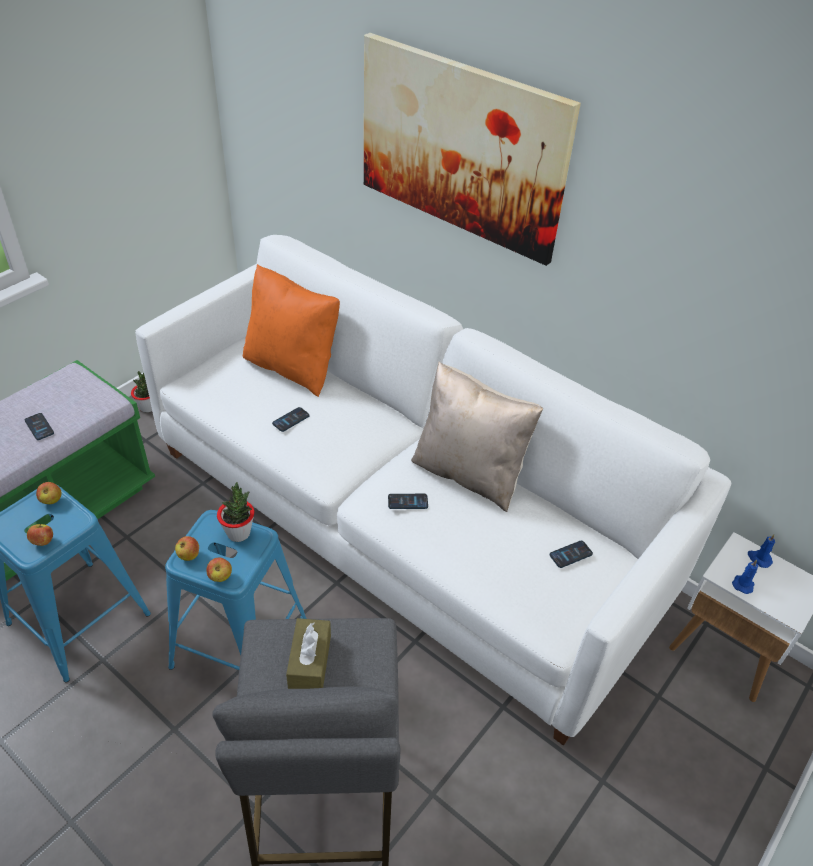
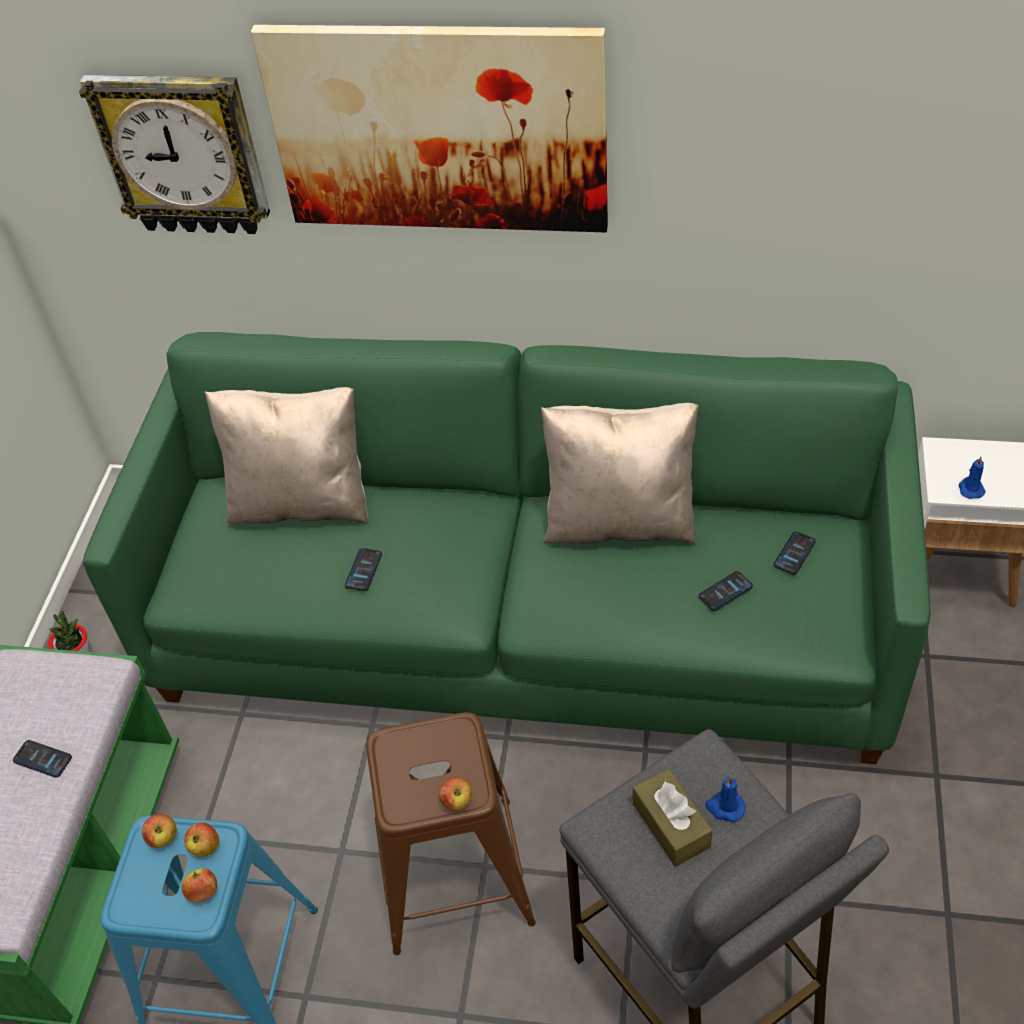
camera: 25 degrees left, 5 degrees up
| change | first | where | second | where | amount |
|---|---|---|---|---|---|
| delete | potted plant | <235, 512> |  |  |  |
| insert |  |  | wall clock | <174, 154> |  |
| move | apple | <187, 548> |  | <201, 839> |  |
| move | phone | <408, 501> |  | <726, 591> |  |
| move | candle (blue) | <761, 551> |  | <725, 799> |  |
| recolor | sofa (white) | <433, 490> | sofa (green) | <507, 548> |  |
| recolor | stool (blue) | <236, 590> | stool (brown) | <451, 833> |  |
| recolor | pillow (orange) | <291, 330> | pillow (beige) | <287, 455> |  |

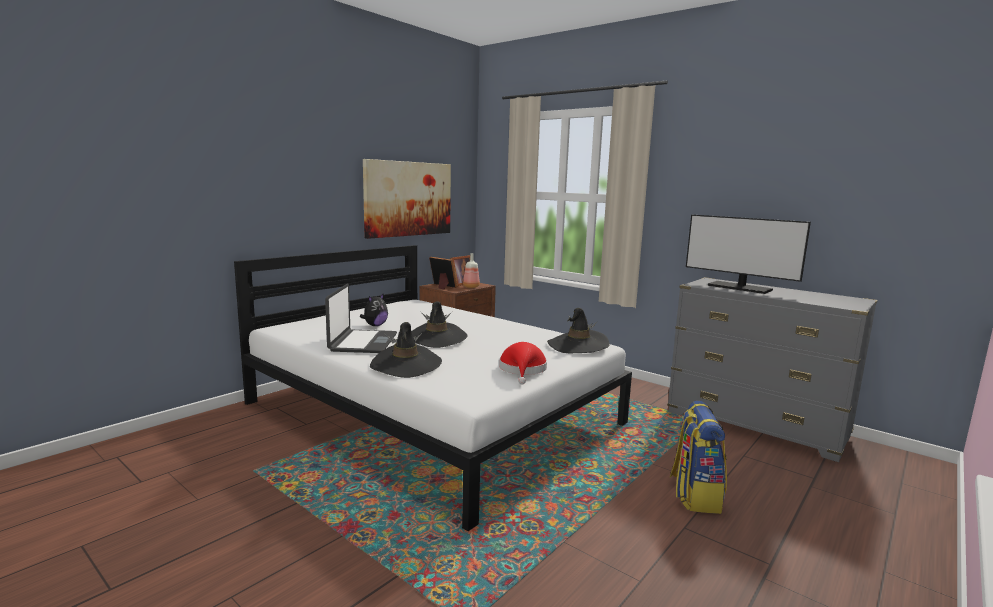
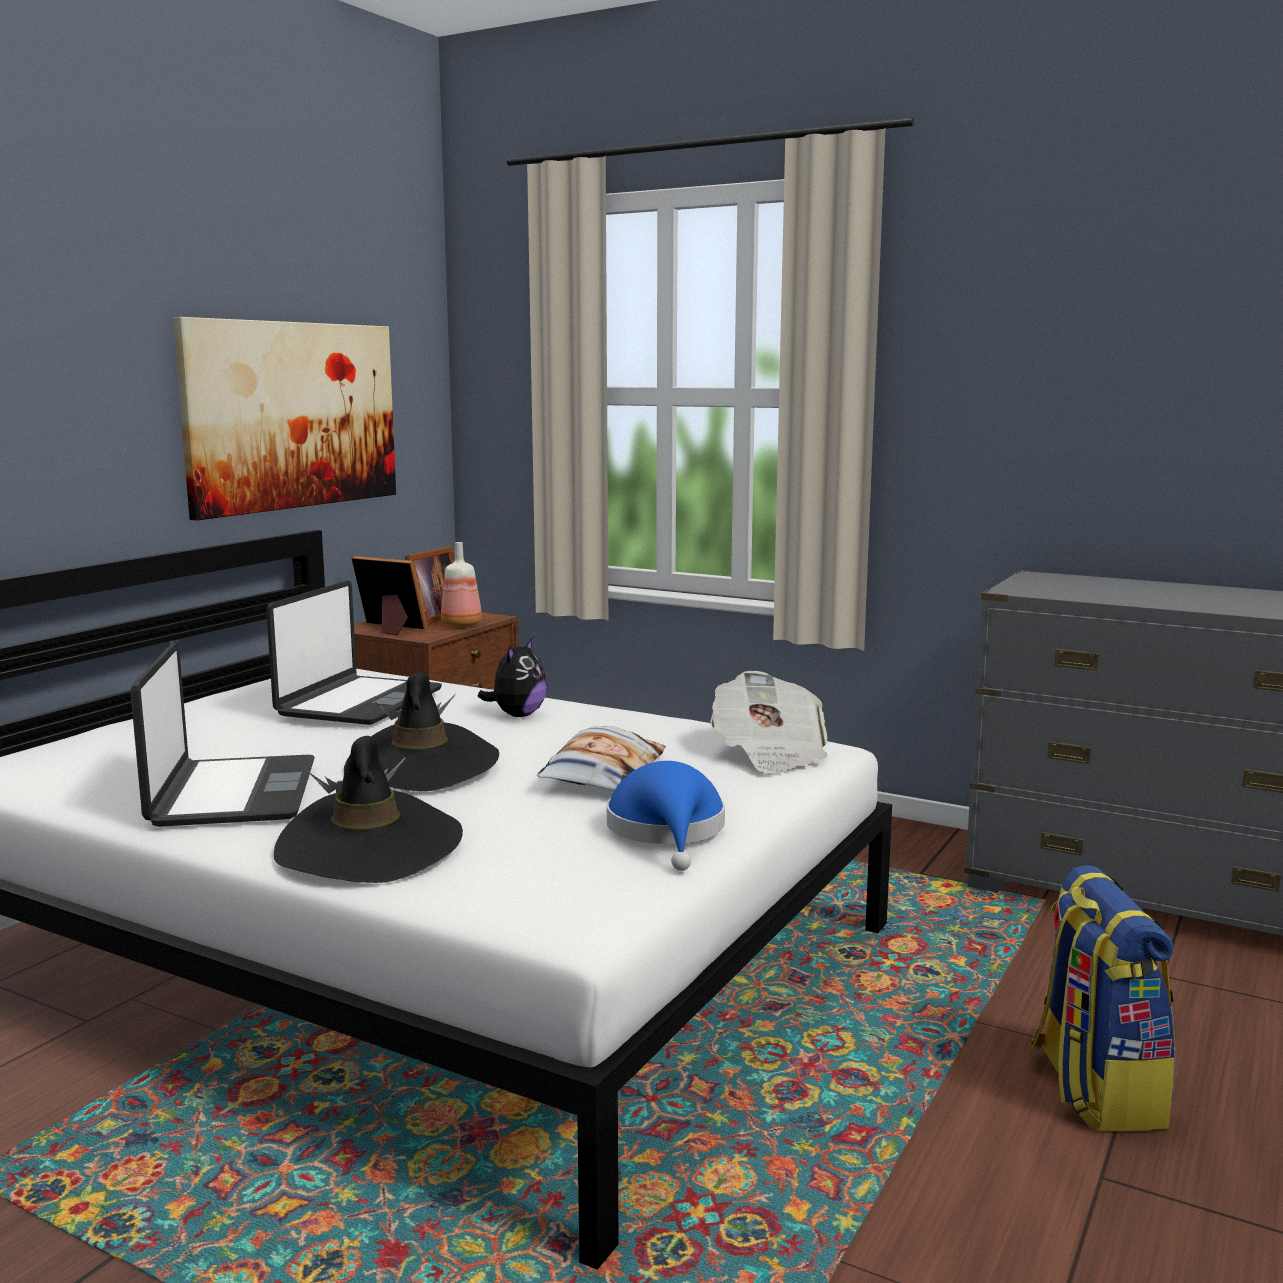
camera: 10 degrees left, 0 degrees up
| change | first | where | second | where | amount |
|---|---|---|---|---|---|
| delete | monitor | <748, 254> |  |  |  |
| insert |  |  | laptop | <354, 652> |  |
| insert |  |  | pillow | <601, 758> |  |
| move | plush toy | <374, 310> |  | <512, 677> |  |
| replace | hat (black) | <578, 330> | newspaper | <769, 722> |  |
| recolor | hat (red) | <523, 363> | hat (blue) | <666, 816> |  |

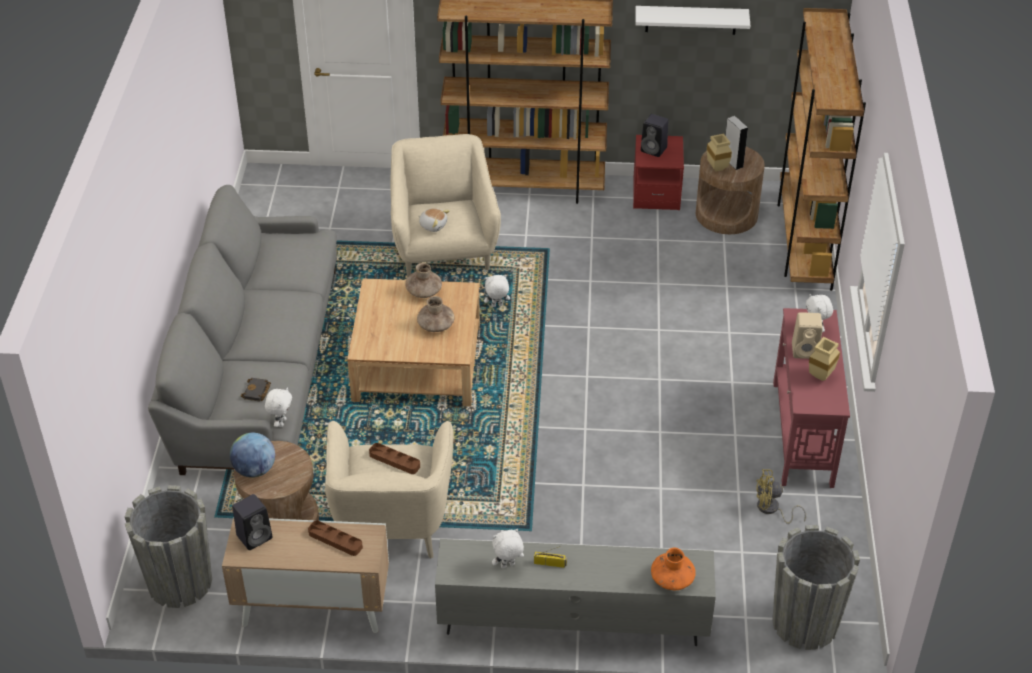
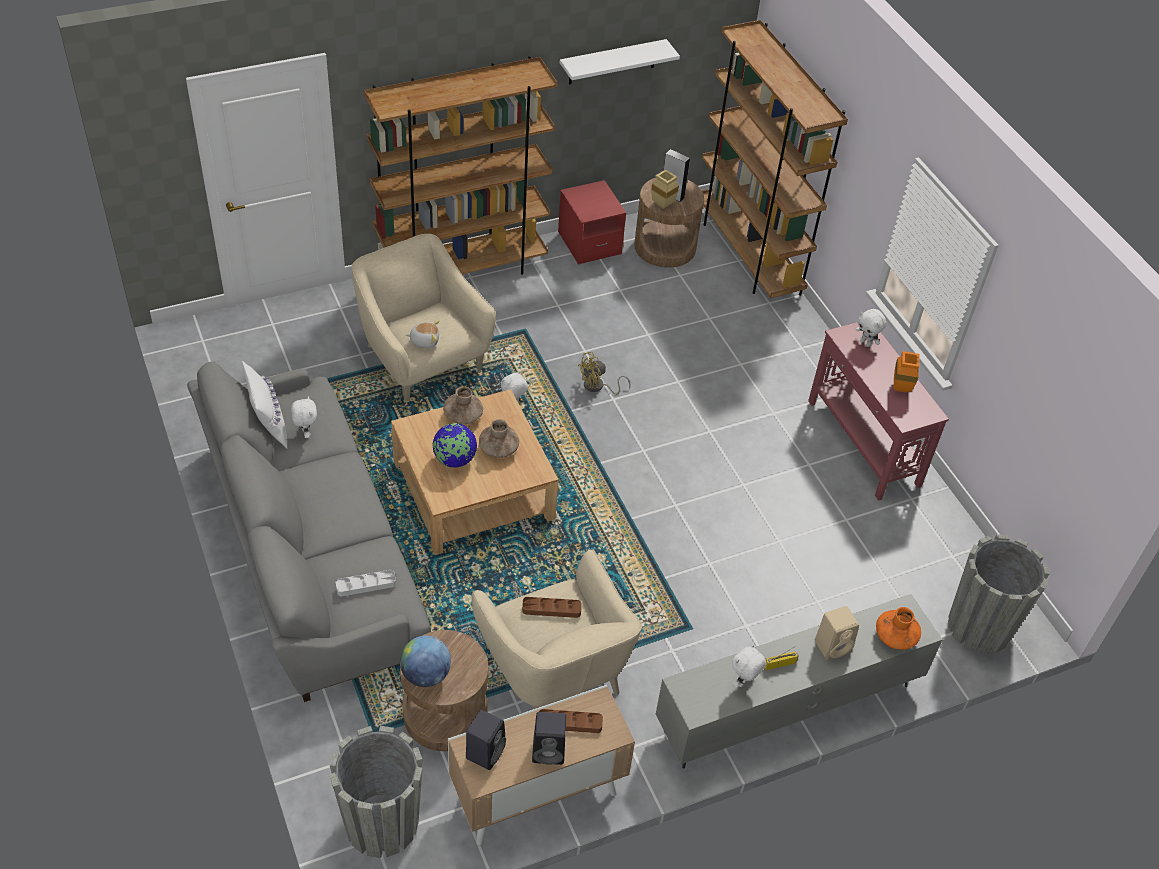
camera: 30 degrees left, 5 degrees up
| change | first | where | second | where | amount |
|---|---|---|---|---|---|
| insert |  |  | pillow (white) | <264, 404> |  |
| insert |  |  | globe | <455, 445> |  |
| move | plush toy (white) | <278, 407> |  | <304, 417> |  |
| move | speaker (black) | <655, 135> |  | <549, 738> |  |
| move | fan (yellow) | <781, 496> |  | <604, 373> |  |
| move | speaker (beige) | <807, 335> |  | <837, 633> |  |
| replace | book (black) | <256, 390> | tray (grey) | <366, 583> |  |
| recolor | vase (beige) | <824, 359> | vase (orange) | <906, 371> |  |

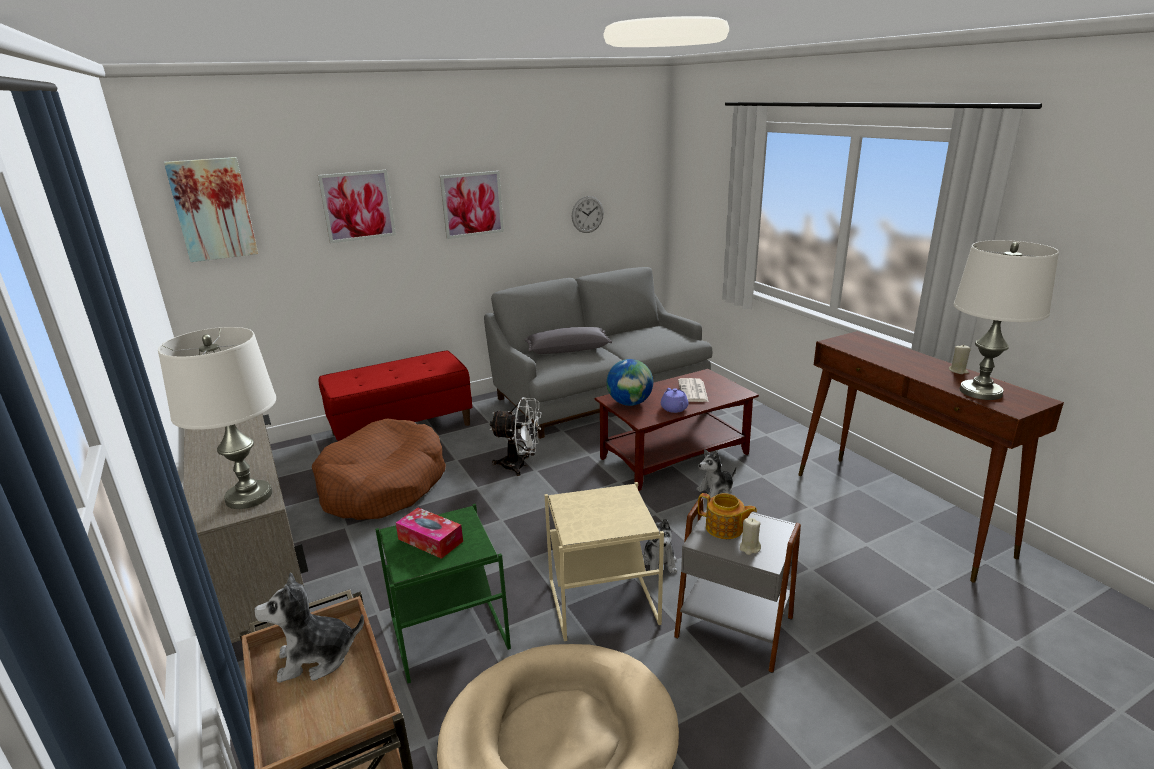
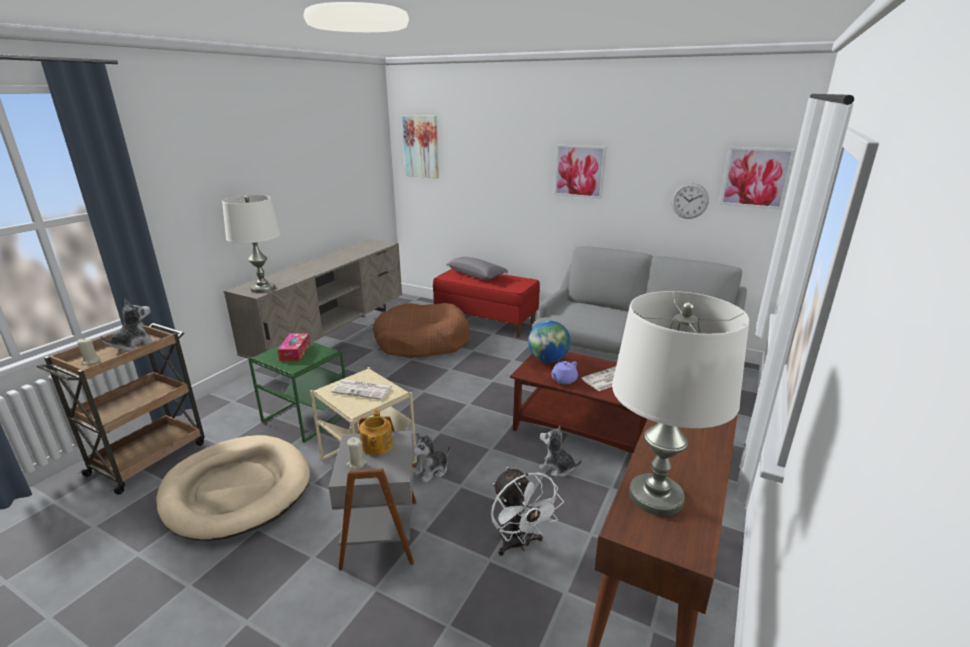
camera: 55 degrees right, 0 degrees up
| change | first | where | second | where | amount |
|---|---|---|---|---|---|
| insert |  |  | newspaper | <361, 389> |  |
| move | picture | <357, 206> |  | <758, 178> |  |
| move | fan (white) | <515, 436> |  | <527, 511> |  |
| move | pillow (grey) | <568, 340> |  | <477, 268> |  |
| move | candle (beige) | <960, 359> |  | <89, 351> |  |
| rotate | plush toy | <309, 627> |  | <128, 325> | 90 degrees clockwise |

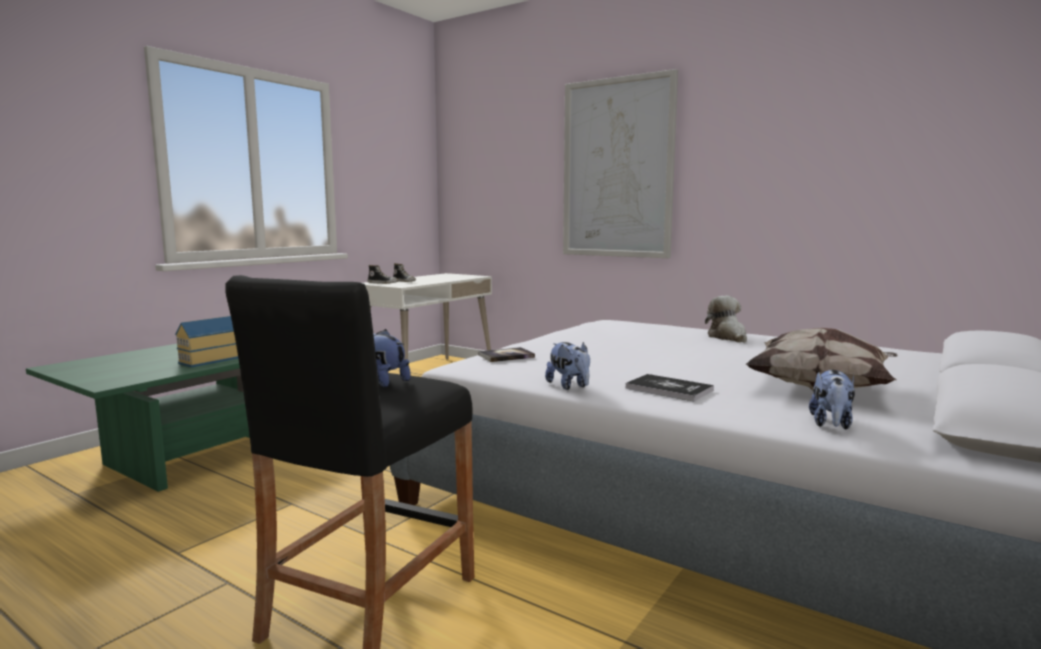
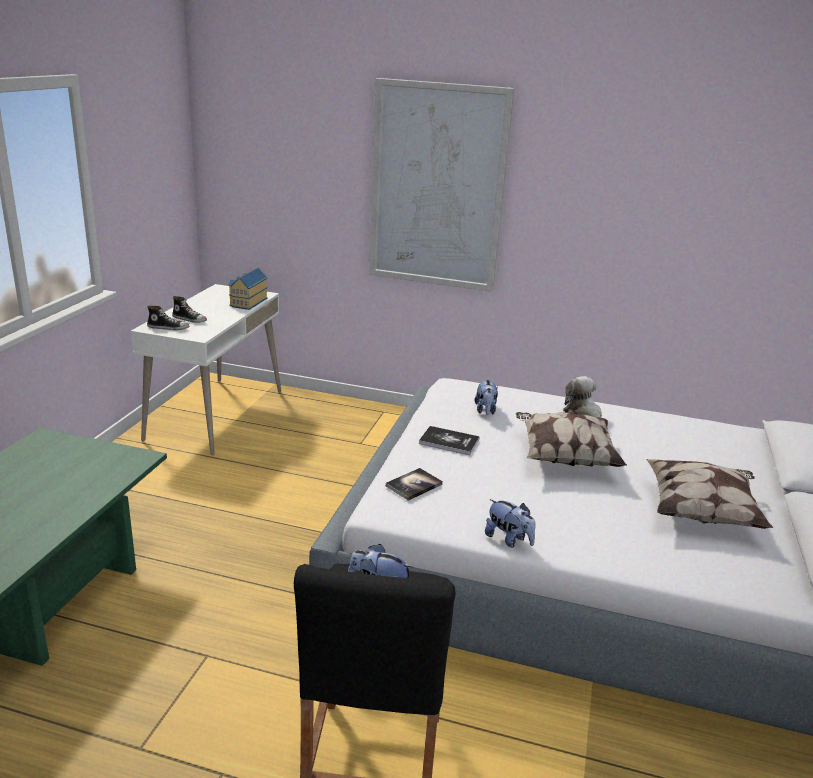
camera: 20 degrees left, 15 degrees up
| change | first | where | second | where | amount |
|---|---|---|---|---|---|
| insert |  |  | pillow | <571, 439> |  |
| move | toy house | <206, 341> |  | <248, 289> |  |
| move | book | <670, 387> |  | <449, 440> |  |
| move | plush toy | <832, 399> |  | <486, 397> |  |

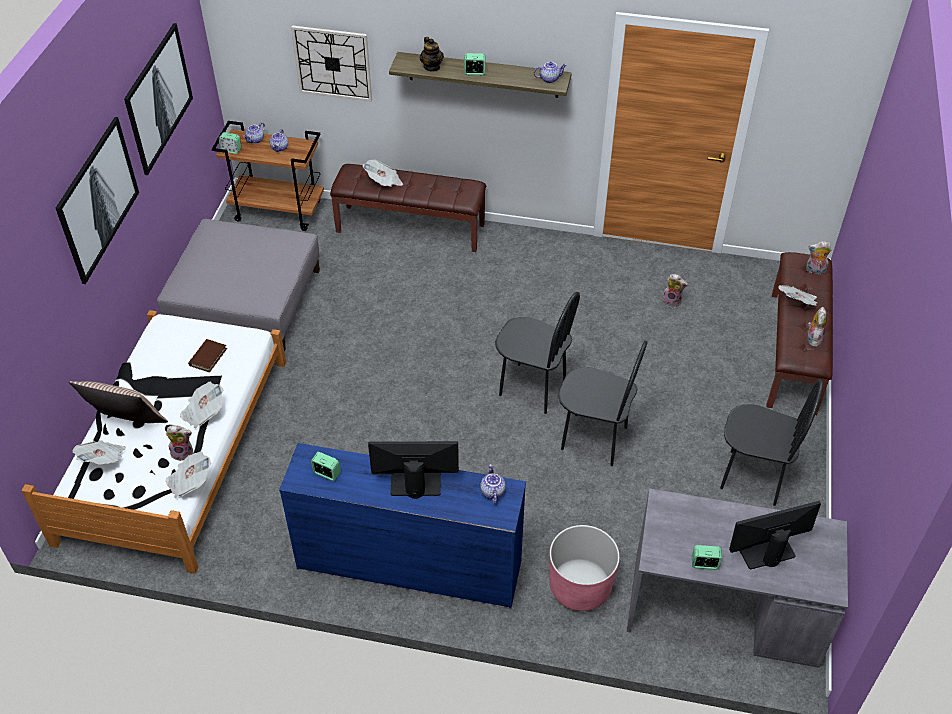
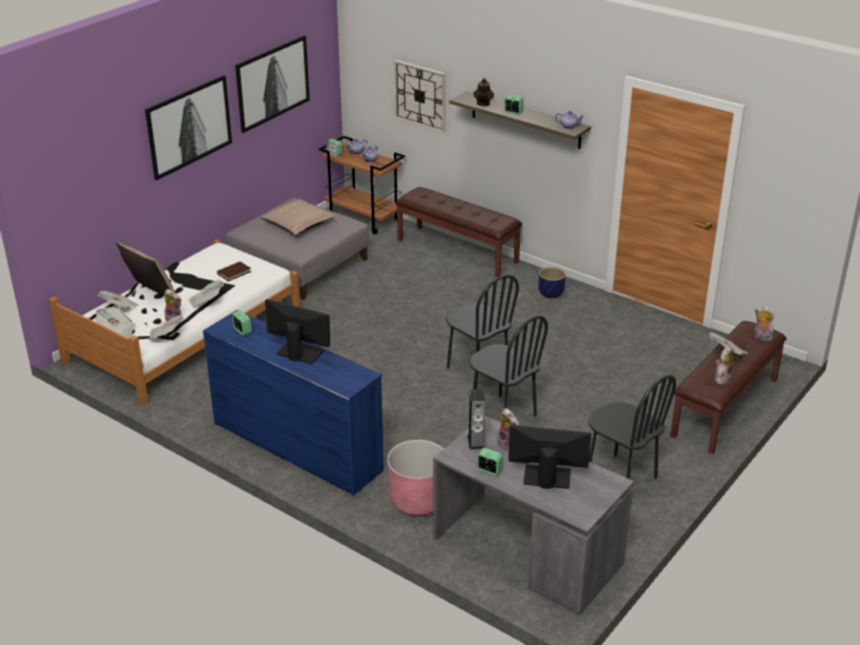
camera: 25 degrees right, 15 degrees down
| change | first | where | second | where | amount |
|---|---|---|---|---|---|
| delete | teapot | <493, 484> |  |  |  |
| insert |  |  | pillow | <298, 217> |  |
| insert |  |  | speaker | <476, 419> |  |
| insert |  |  | planter | <552, 282> |  |
| move | newspaper | <382, 173> |  | <115, 322> |  |
| move | plush toy | <675, 290> |  | <508, 429> |  |

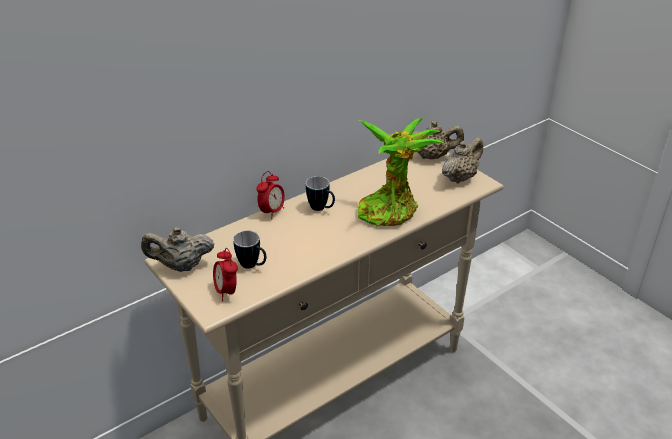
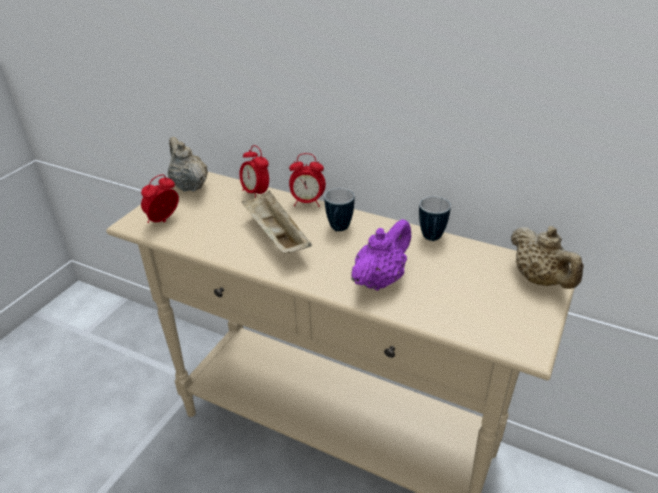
camera: 65 degrees right, 0 degrees up
| change | first | where | second | where | amount |
|---|---|---|---|---|---|
| delete | teapot (beige) | <462, 160> |  |  |  |
| insert |  |  | alarm clock | <254, 171> |  |
| insert |  |  | tray (beige) | <277, 222> |  |
| move | mug | <249, 250> |  | <435, 218> |  |
| replace | potted plant | <401, 172> | teapot (purple) | <381, 255> |  |

